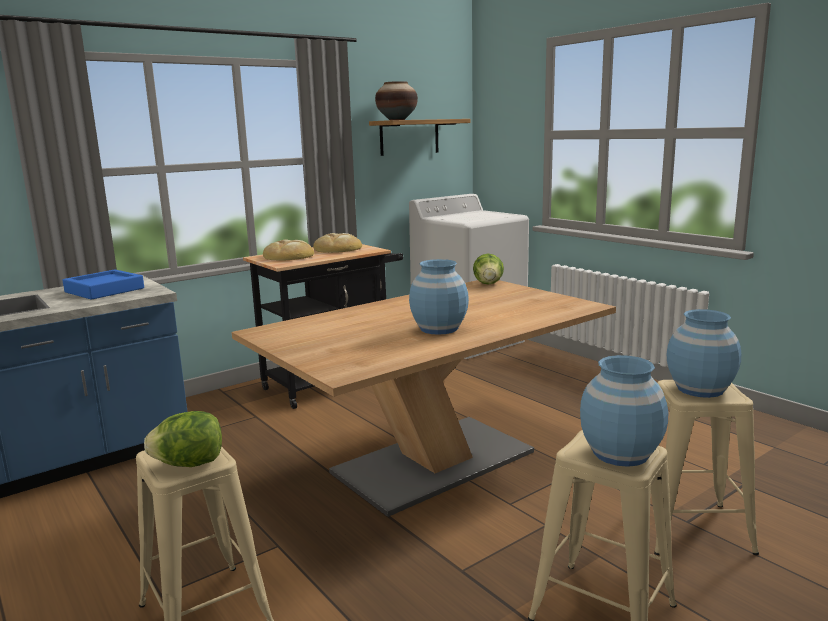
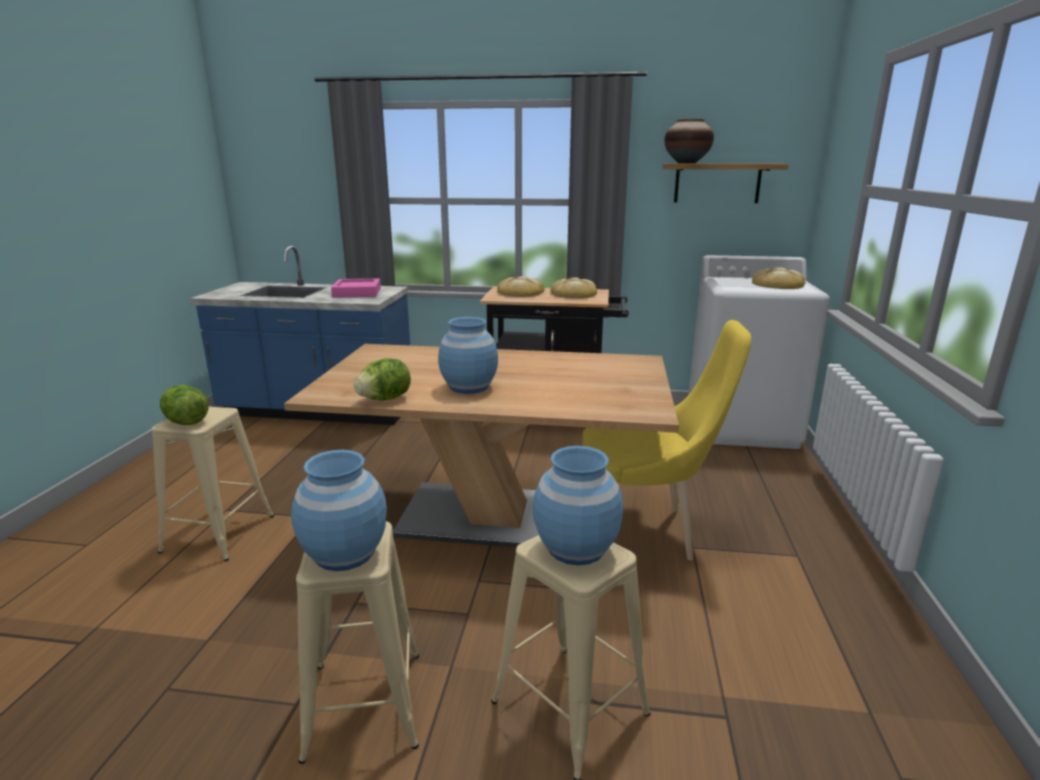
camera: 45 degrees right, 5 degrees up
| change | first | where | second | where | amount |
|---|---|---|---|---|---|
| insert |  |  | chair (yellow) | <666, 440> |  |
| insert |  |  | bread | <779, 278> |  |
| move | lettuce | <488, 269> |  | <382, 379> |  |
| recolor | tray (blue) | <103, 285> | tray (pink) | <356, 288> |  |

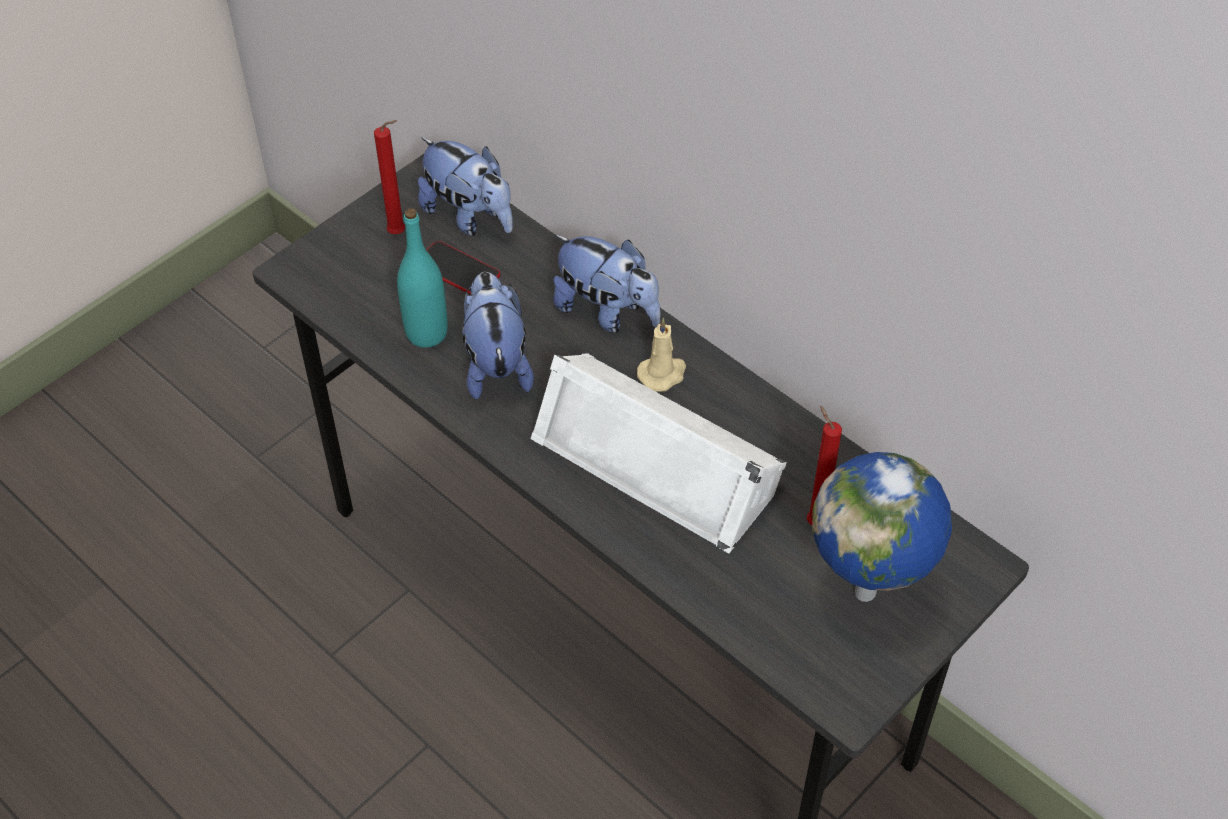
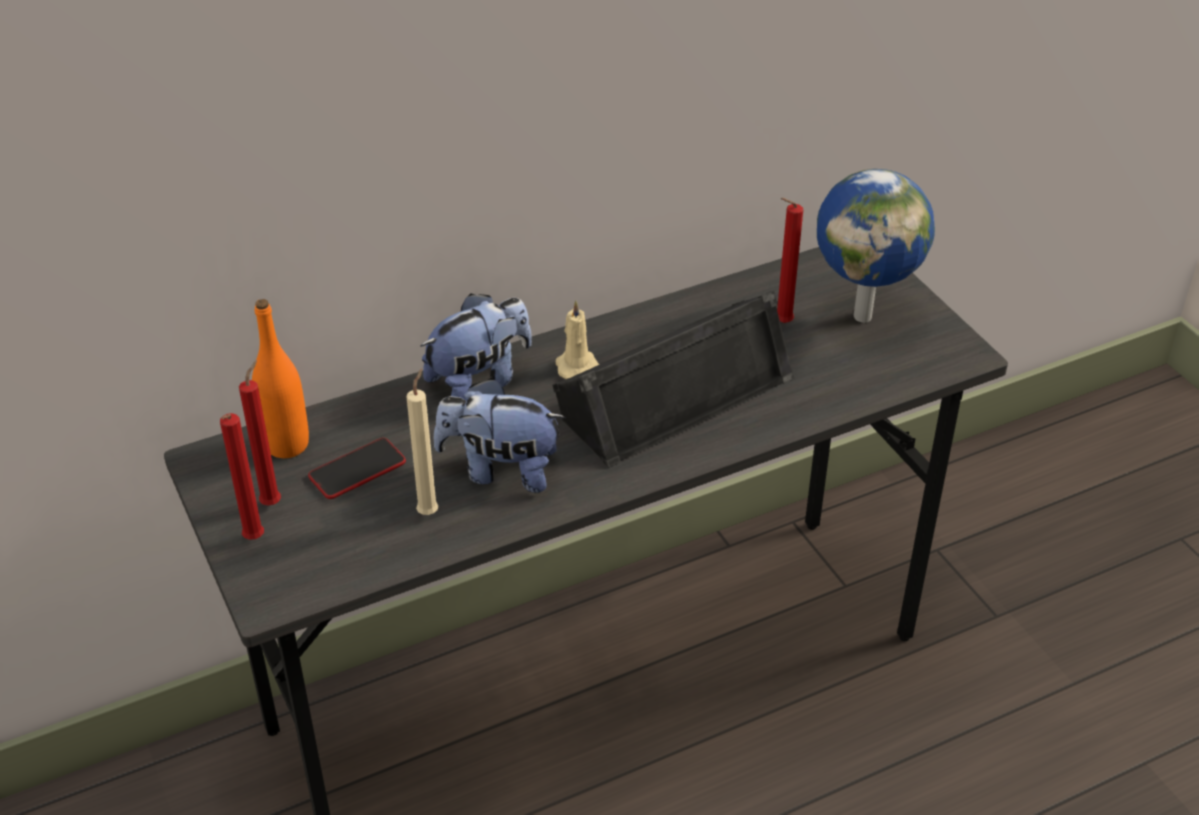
camera: 70 degrees left, 10 degrees down
| change | first | where | second | where | amount |
|---|---|---|---|---|---|
| insert |  |  | candle (red) | <242, 476> |  |
| replace | bottle (turquoise) | <422, 278> | candle (beige) | <422, 442> |  |
| replace | plush toy | <465, 186> | bottle (orange) | <280, 378> |  |
| recolor | speaker (white) | <659, 453> | speaker (black) | <673, 379> |  |

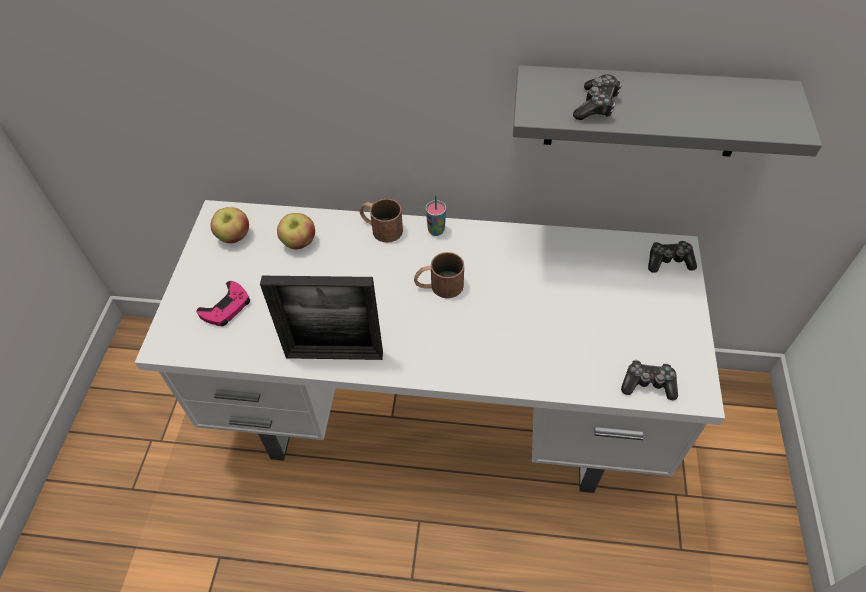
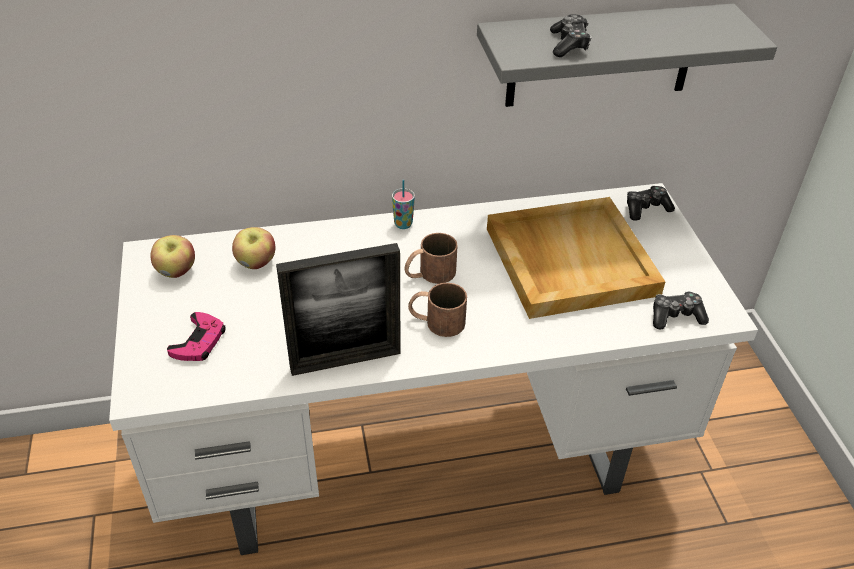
camera: 20 degrees left, 10 degrees down
| change | first | where | second | where | amount |
|---|---|---|---|---|---|
| insert |  |  | tray (beige) | <576, 258> |  |
| move | mug (brown) | <381, 221> |  | <437, 310> |  |

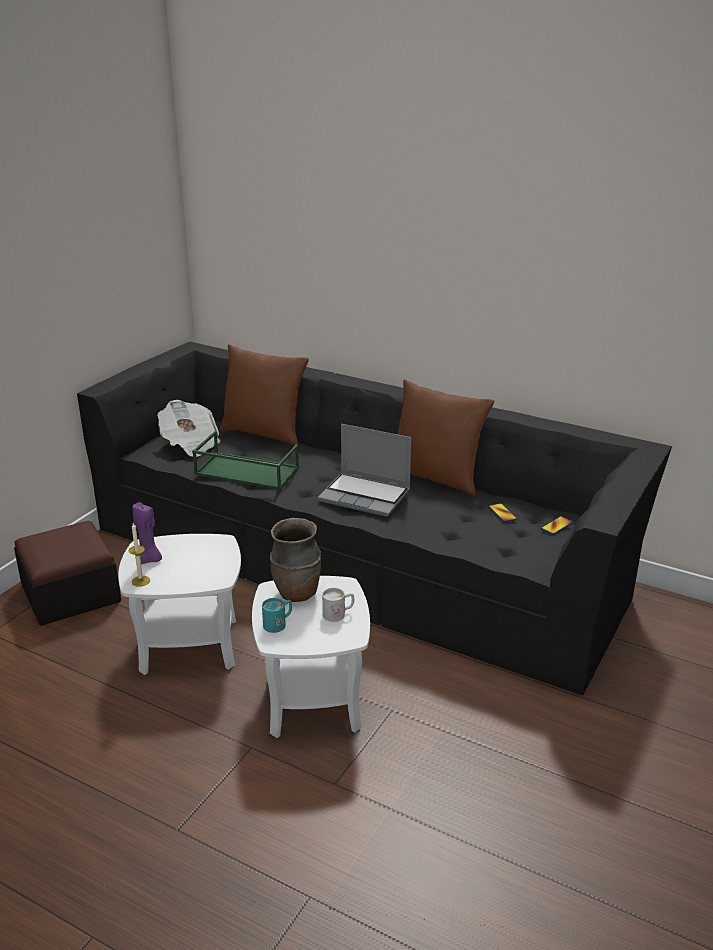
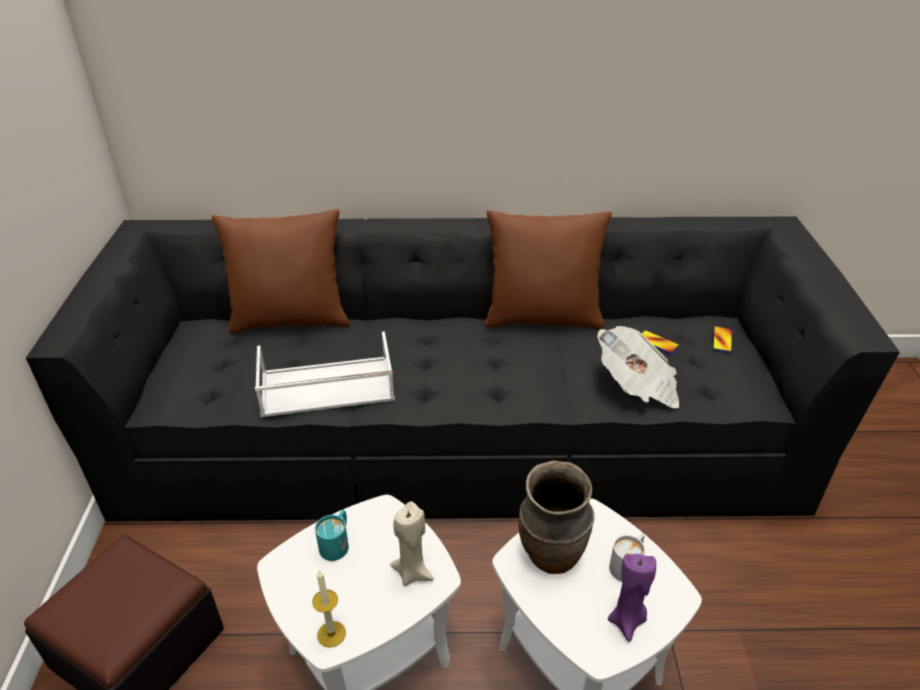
camera: 30 degrees left, 10 degrees up
| change | first | where | second | where | amount |
|---|---|---|---|---|---|
| delete | laptop | <365, 470> |  |  |  |
| insert |  |  | candle (beige) | <412, 543> |  |
| move | candle (purple) | <147, 533> |  | <632, 598> |  |
| move | newspaper | <189, 428> |  | <638, 367> |  |
| move | mug (turquoise) | <277, 615> |  | <332, 535> |  |
| recolor | tray (green) | <245, 460> | tray (white) | <325, 374> |  |

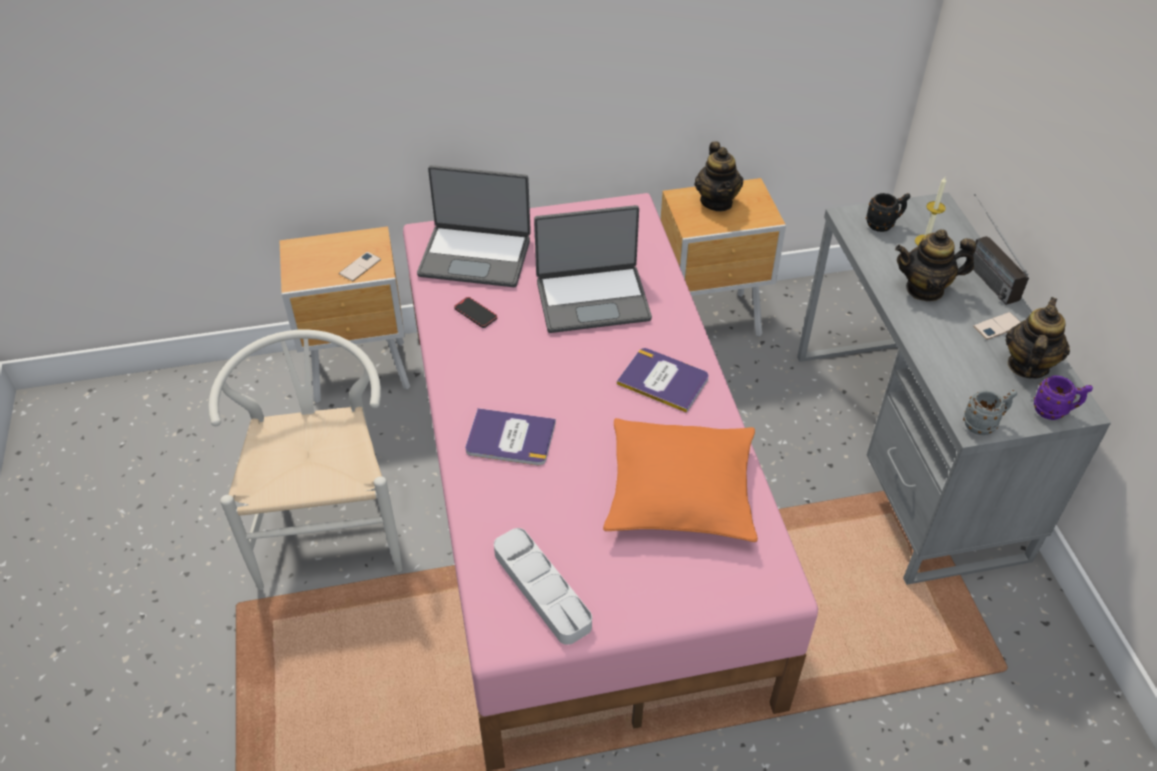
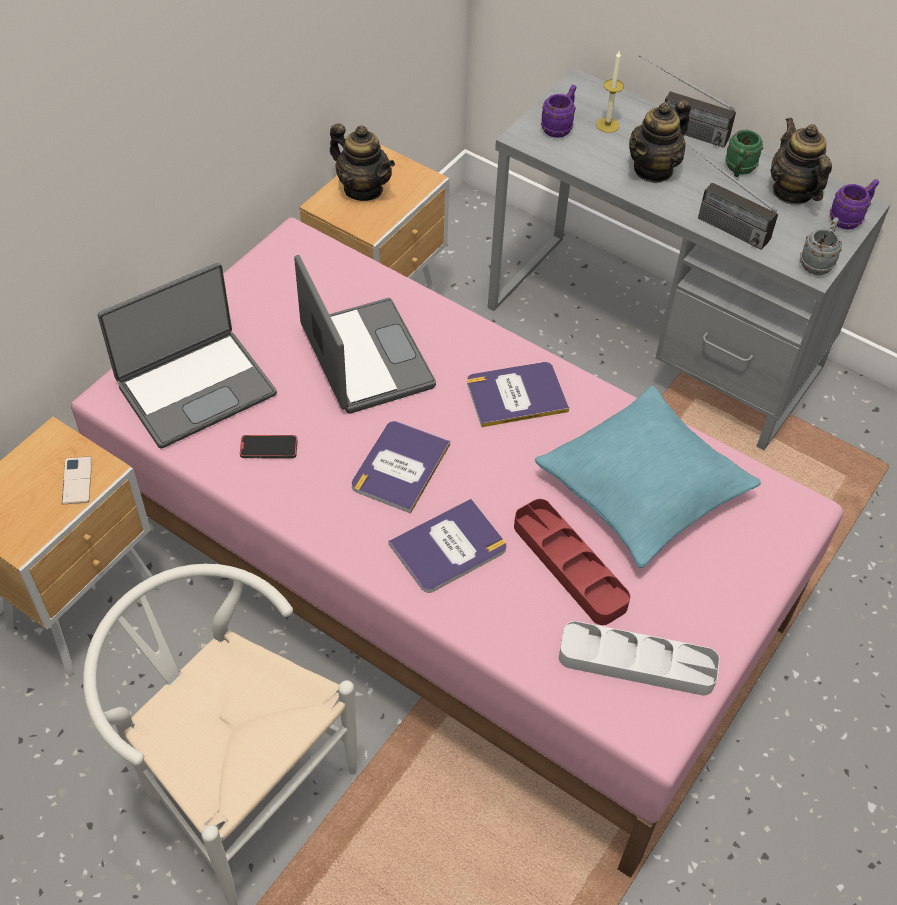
camera: 45 degrees left, 5 degrees up
| change | first | where | second | where | amount |
|---|---|---|---|---|---|
| insert |  |  | book | <401, 467> |  |
| insert |  |  | tray (red) | <572, 562> |  |
| insert |  |  | radio | <730, 195> |  |
| replace | phone | <997, 326> | mug (green) | <744, 153> |  |
| recolor | pillow (orange) | <680, 480> | pillow (turquoise) | <648, 477> |  |
| recolor | mug (black) | <888, 212> | mug (purple) | <558, 111> |  |
| rotate | laptop | <593, 269> |  | <365, 334> | 60 degrees counterclockwise |

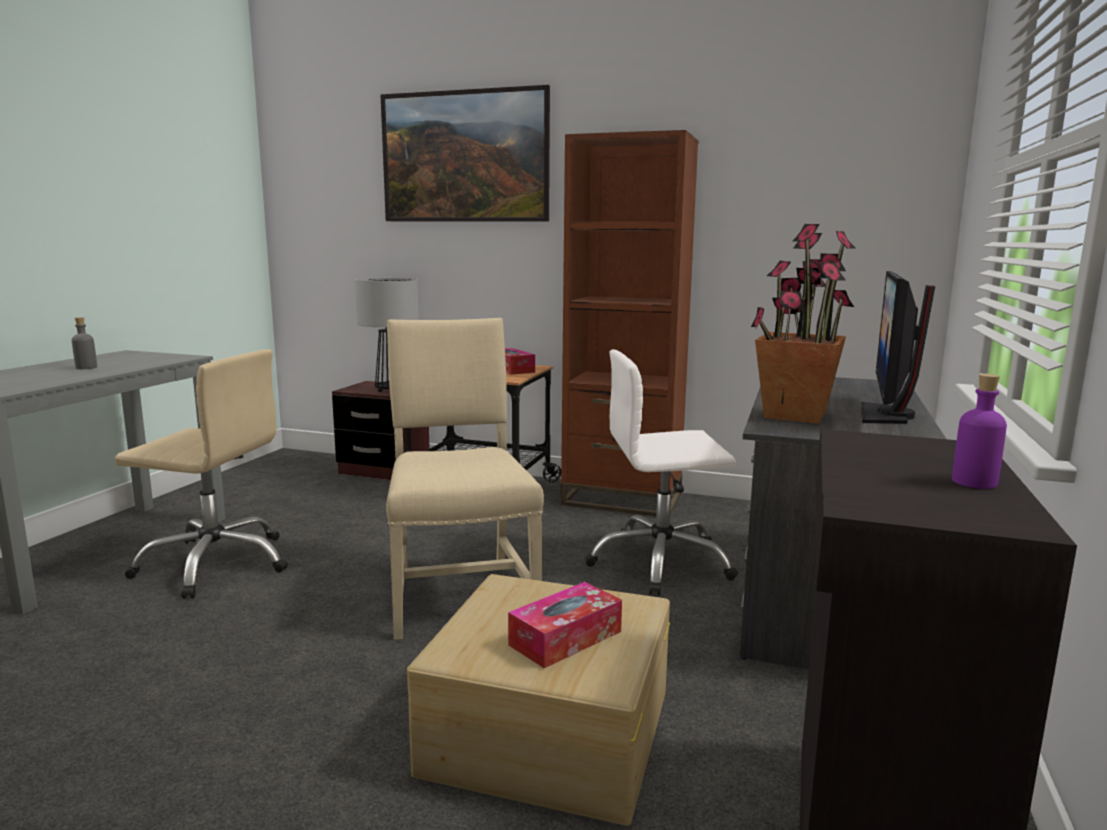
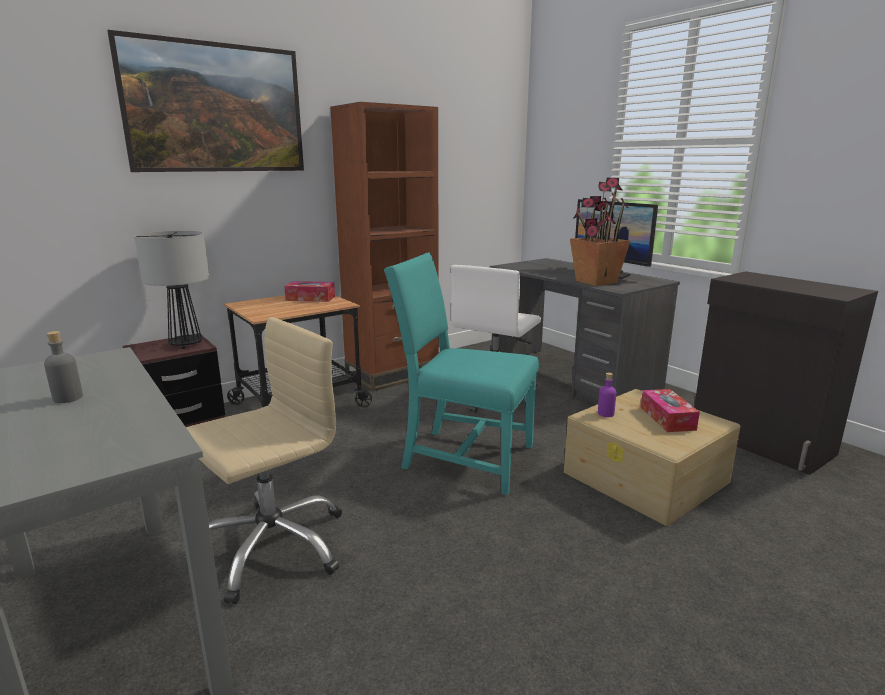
camera: 55 degrees left, 5 degrees up
| change | first | where | second | where | amount |
|---|---|---|---|---|---|
| move | bottle (purple) | <979, 431> |  | <607, 395> |  |
| recolor | chair (beige) | <465, 479> | chair (turquoise) | <461, 374> |  |

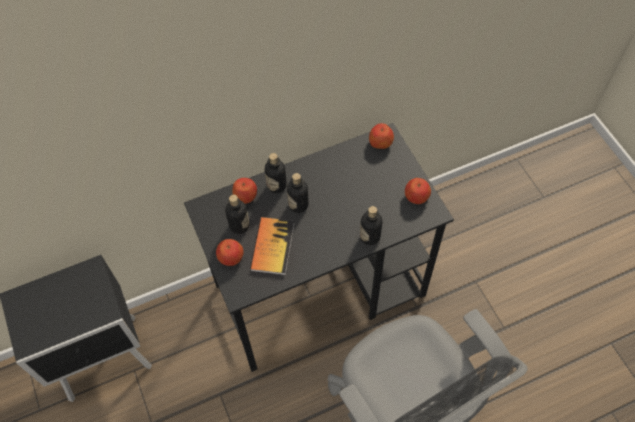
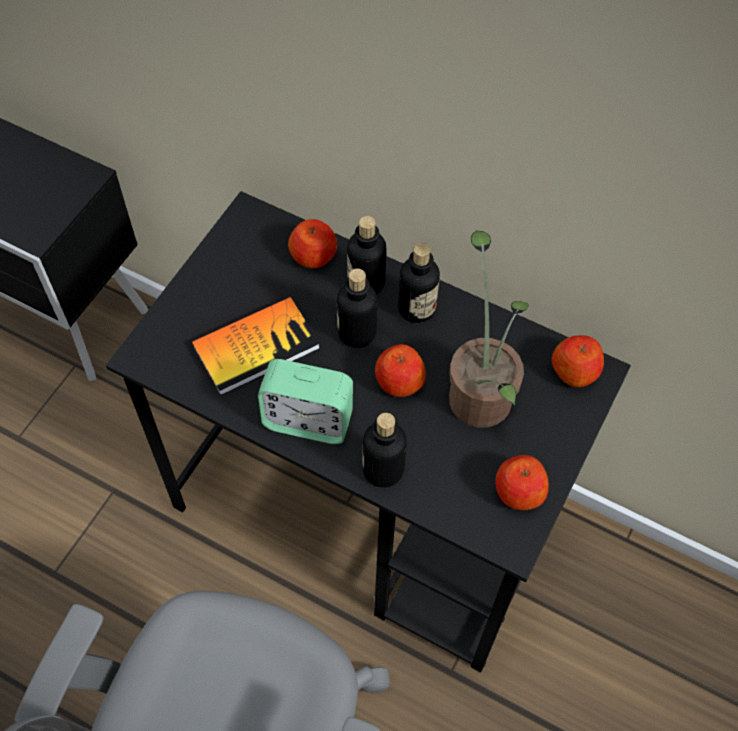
camera: 50 degrees right, 0 degrees up
| change | first | where | second | where | amount |
|---|---|---|---|---|---|
| insert |  |  | alarm clock | <305, 401> |  |
| insert |  |  | potted plant | <488, 329> |  |
| move | apple | <230, 252> |  | <400, 370> |  |
| move | bottle | <237, 214> |  | <419, 283> |  |

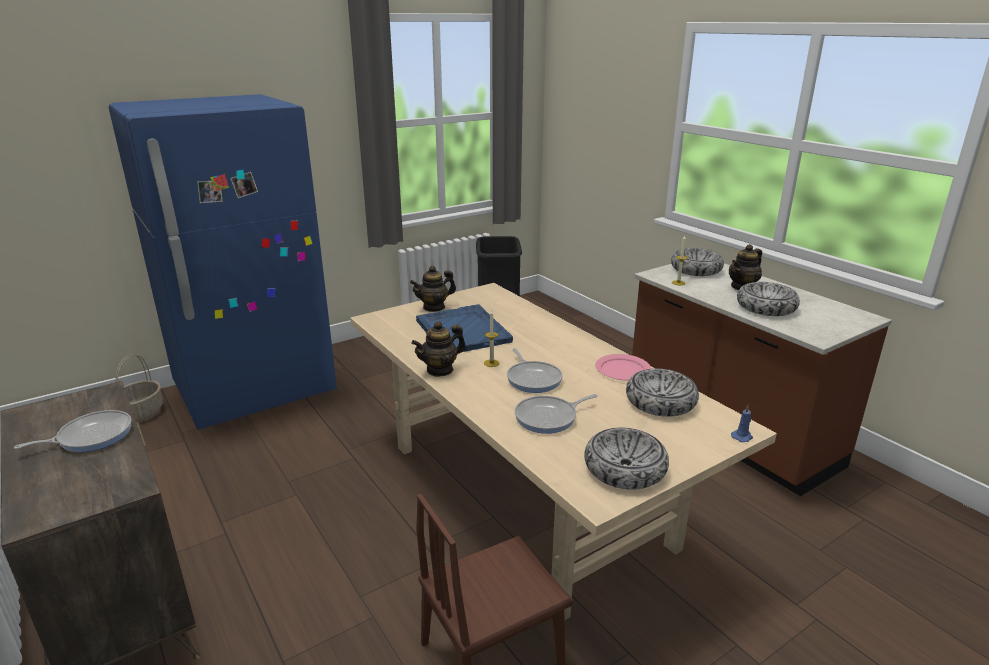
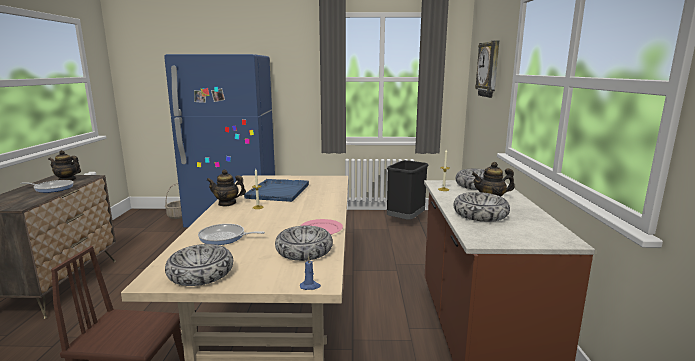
camera: 35 degrees right, 10 degrees down
| change | first | where | second | where | amount |
|---|---|---|---|---|---|
| delete | frying pan | <535, 370> |  |  |  |
| insert |  |  | wall clock | <487, 69> |  |
| move | teapot | <433, 289> |  | <64, 165> |  |

